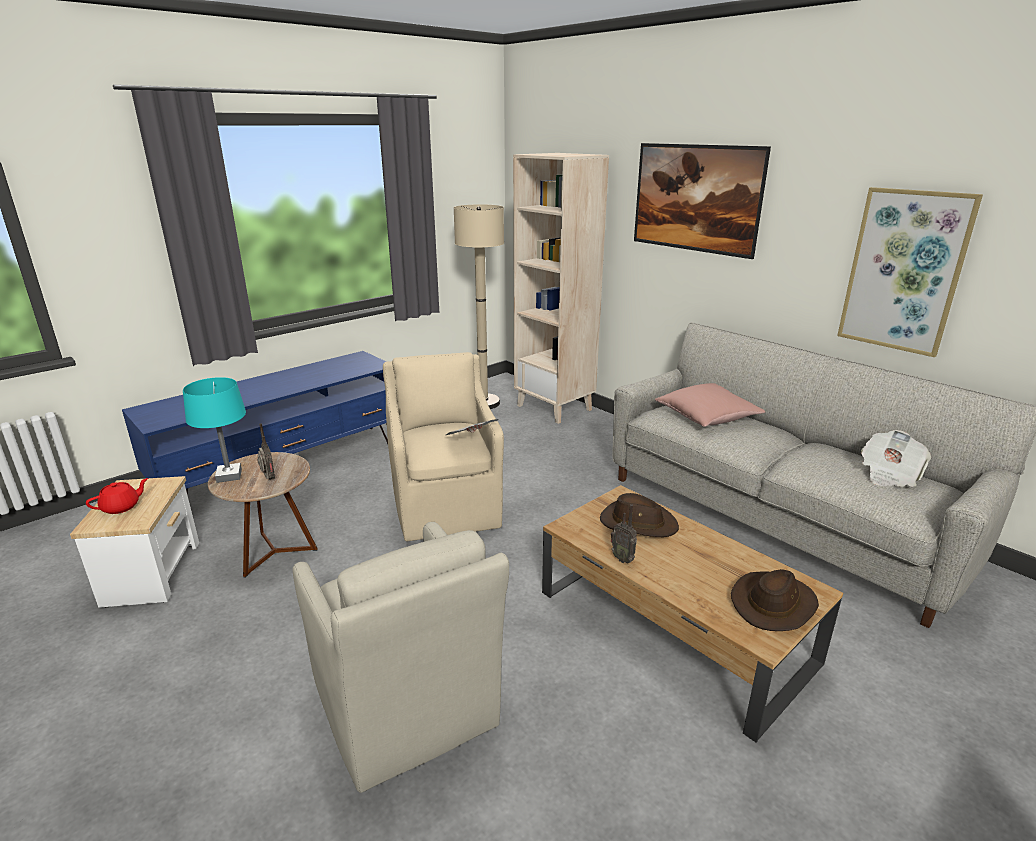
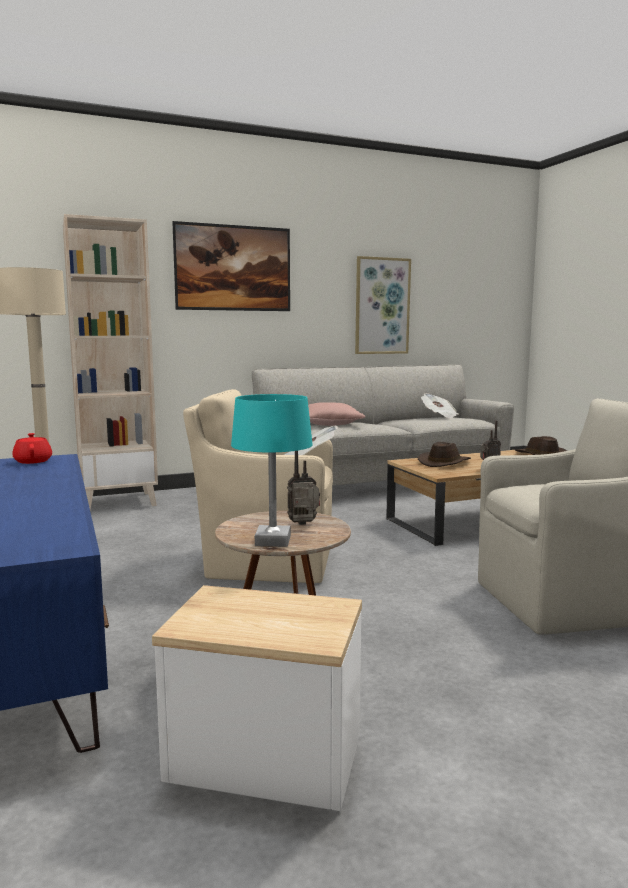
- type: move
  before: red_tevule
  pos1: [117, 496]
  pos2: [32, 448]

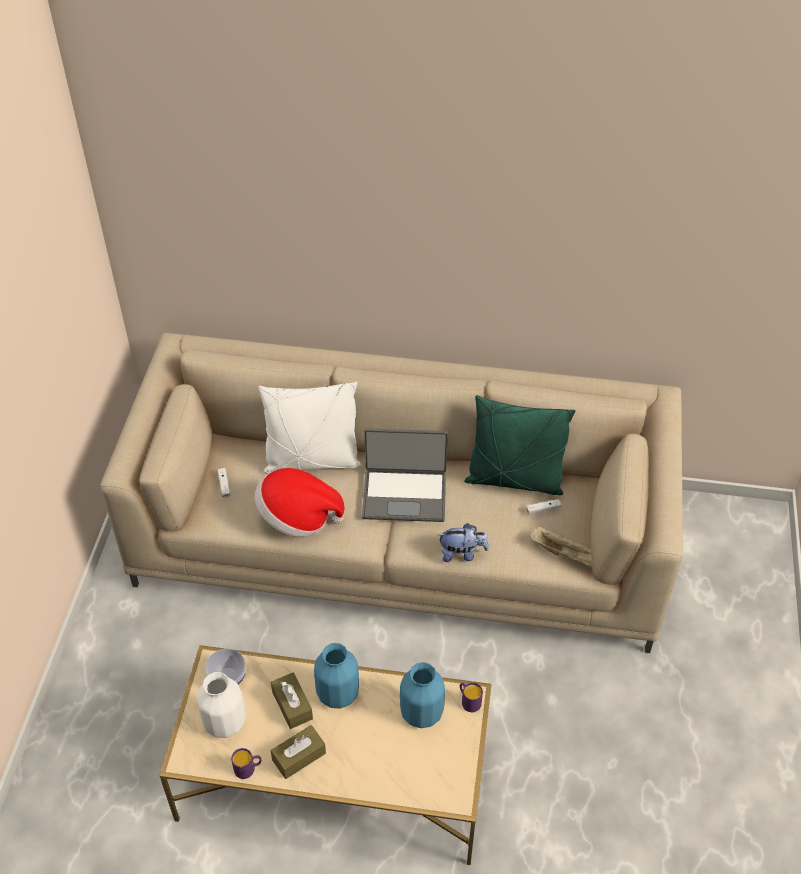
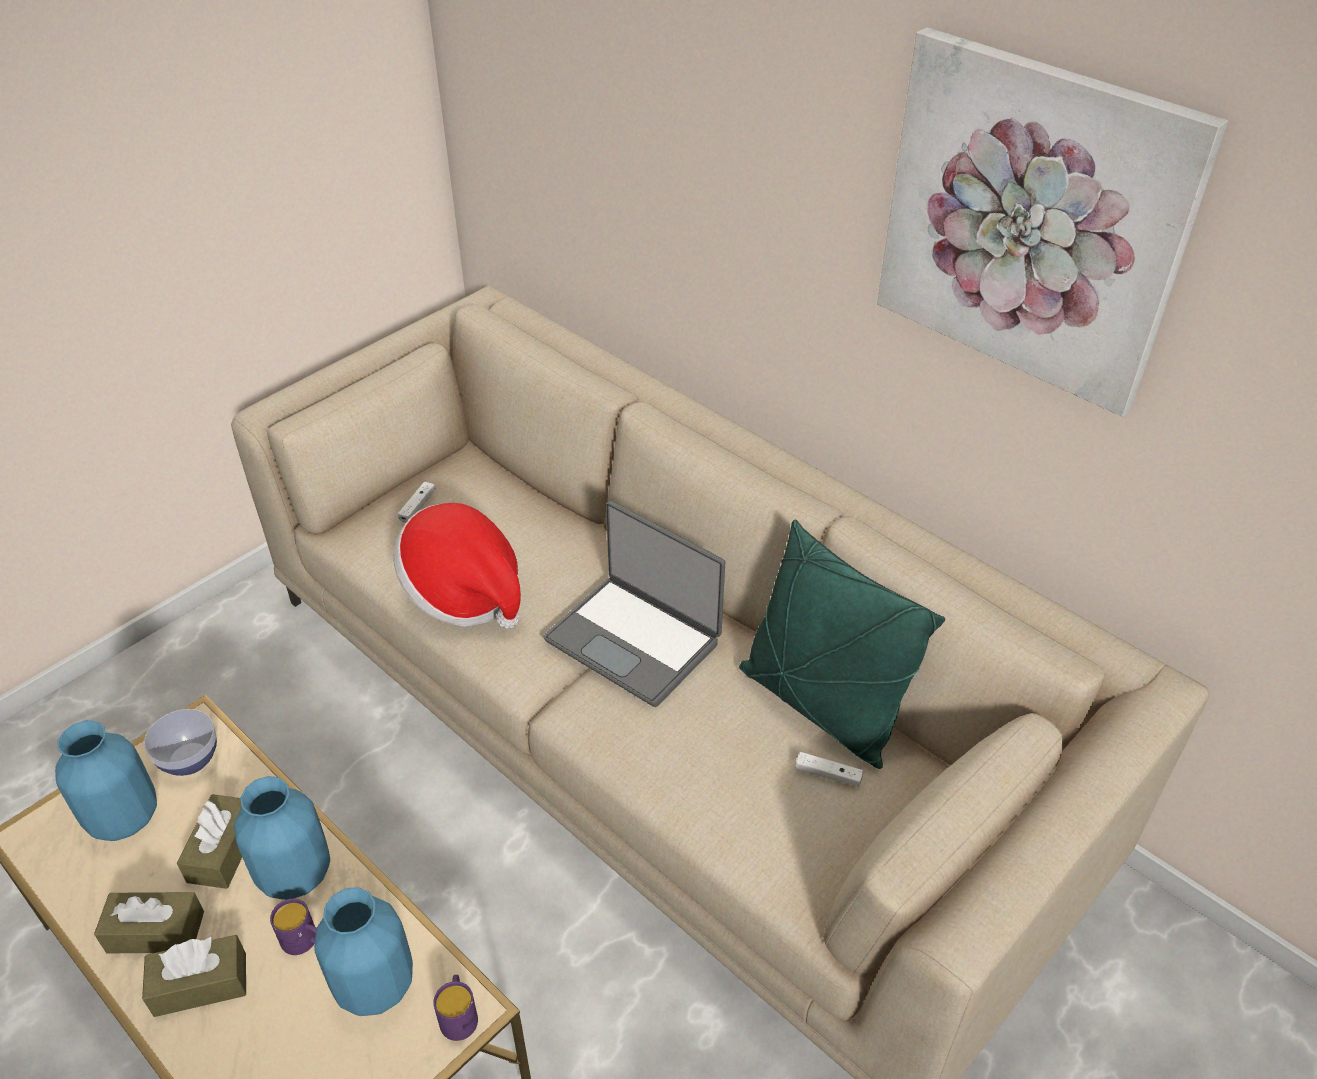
- type: delete
  before: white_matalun
  pos1: [310, 428]
- type: delete
  before: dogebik
  pos1: [463, 542]
- type: delete
  before: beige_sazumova
  pos1: [561, 546]
- type: recolor
  before: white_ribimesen
  after: blue_ribimesen
  pos1: [221, 705]
  pos2: [106, 780]
- type: move
  before: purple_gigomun
  pos1: [246, 763]
  pos2: [293, 927]
- type: insert
  after: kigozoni
  pos2: [1052, 222]
- type: insert
  after: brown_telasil
  pos2: [194, 976]

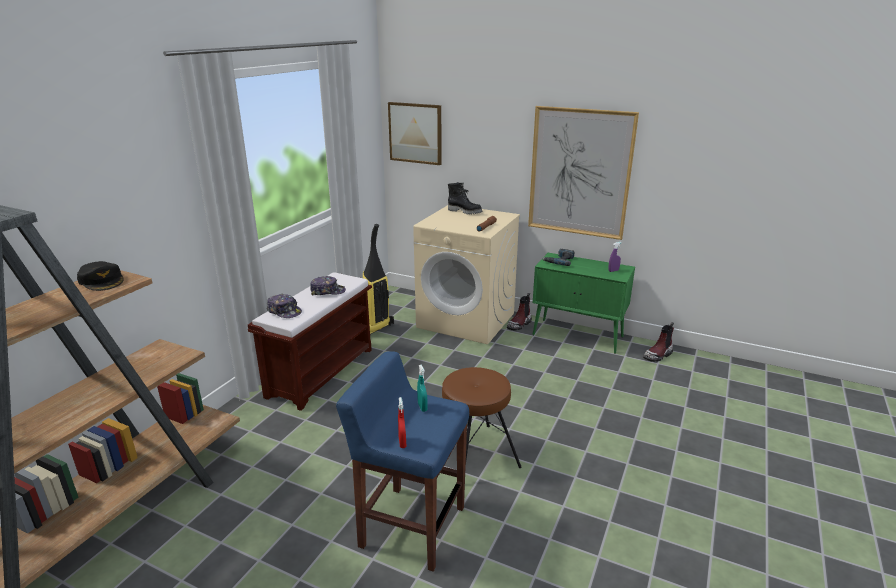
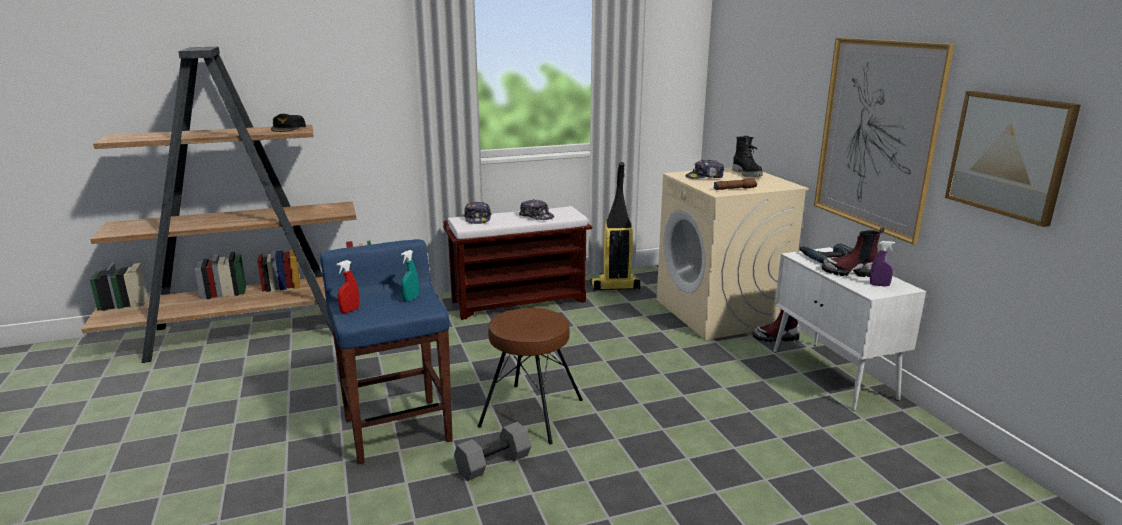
- type: move
  before: kigozoni
  pos1: [415, 133]
  pos2: [1013, 159]
- type: recolor
  before: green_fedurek
  after: white_fedurek
  pos1: [583, 303]
  pos2: [850, 329]
- type: move
  before: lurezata
  pos1: [658, 342]
  pos2: [853, 252]
- type: insert
  after: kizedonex
  pos2: [704, 169]
- type: insert
  after: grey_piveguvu
  pos2: [492, 451]

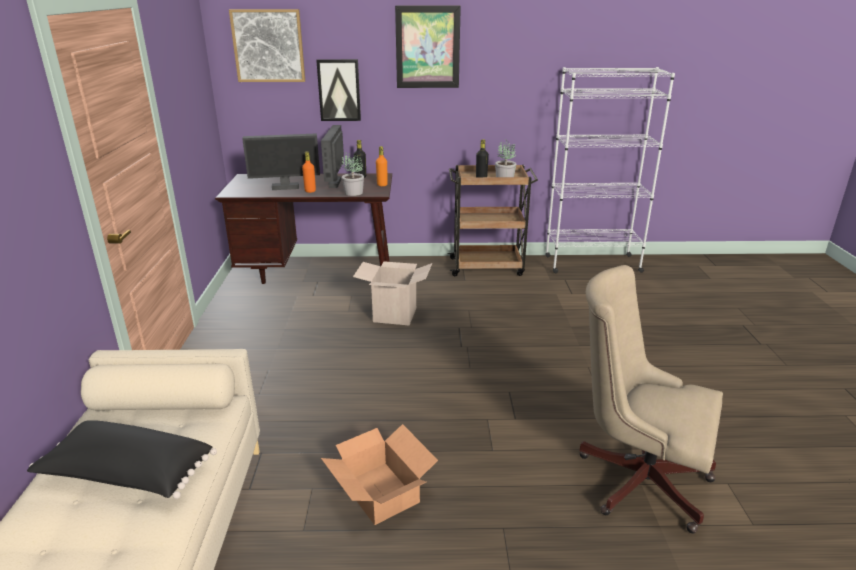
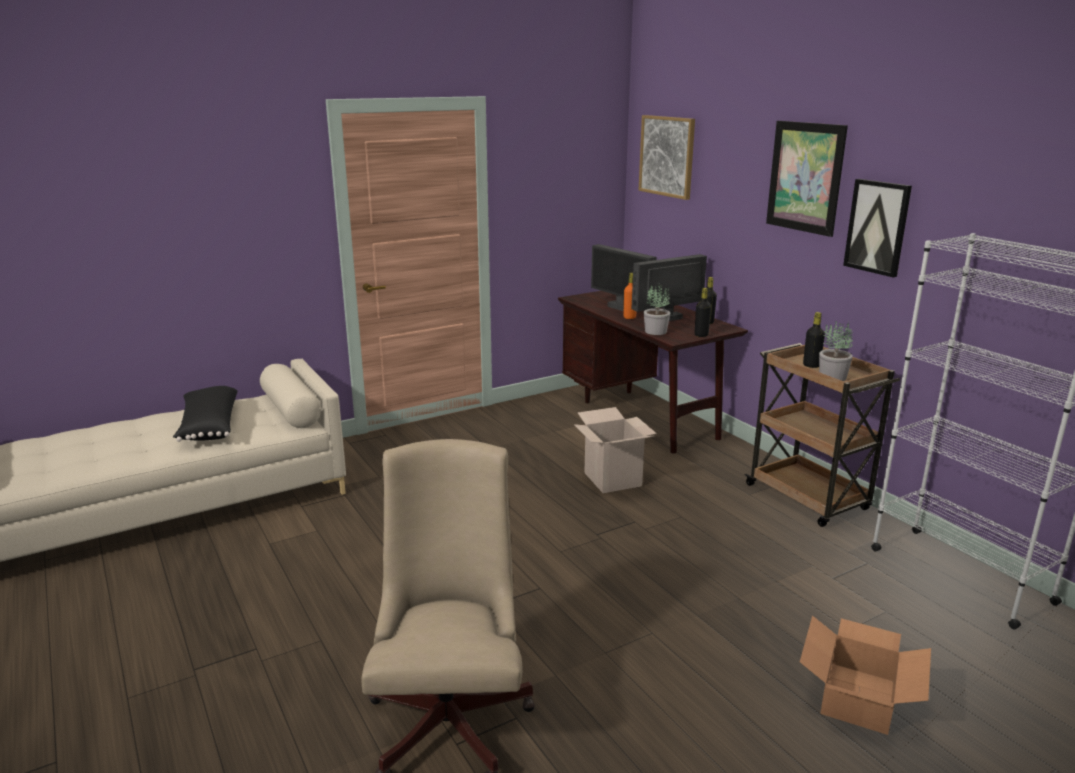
- type: move
  before: kigozoni
  pos1: [338, 90]
  pos2: [877, 228]
- type: recolor
  before: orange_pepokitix
  after: black_pepokitix
  pos1: [382, 166]
  pos2: [703, 312]
- type: move
  before: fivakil
  pos1: [379, 474]
  pos2: [865, 675]

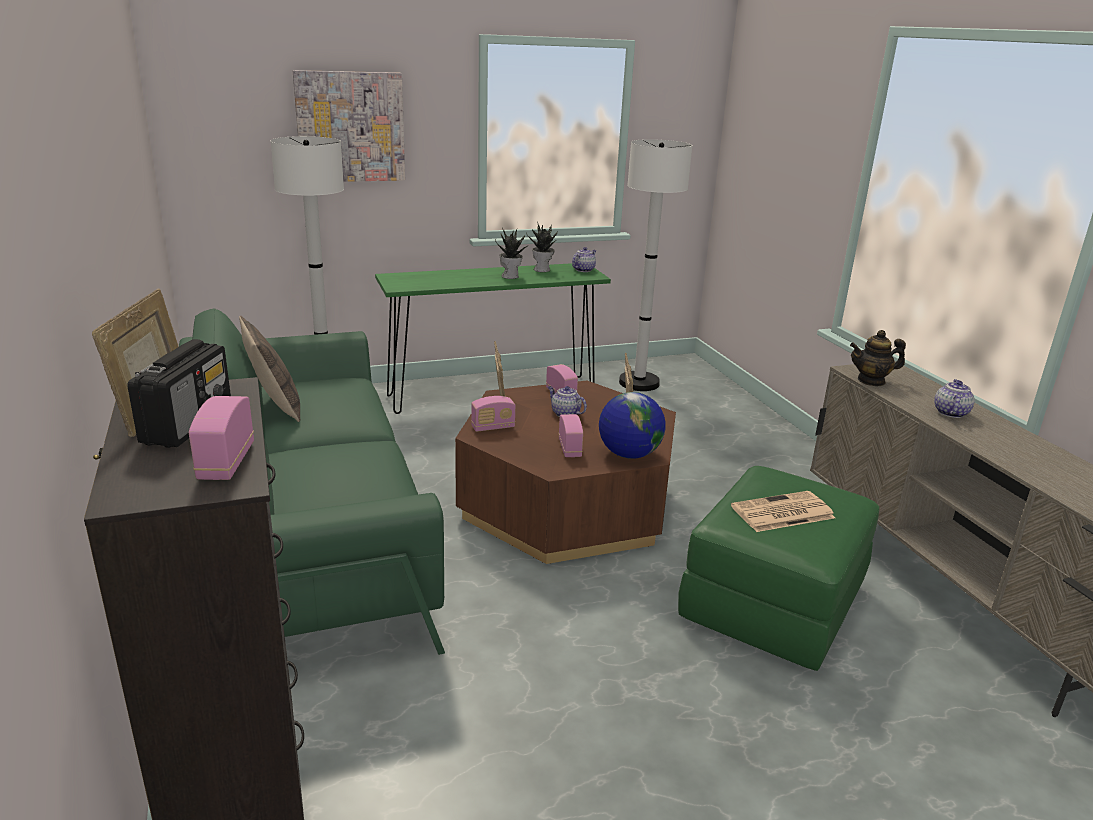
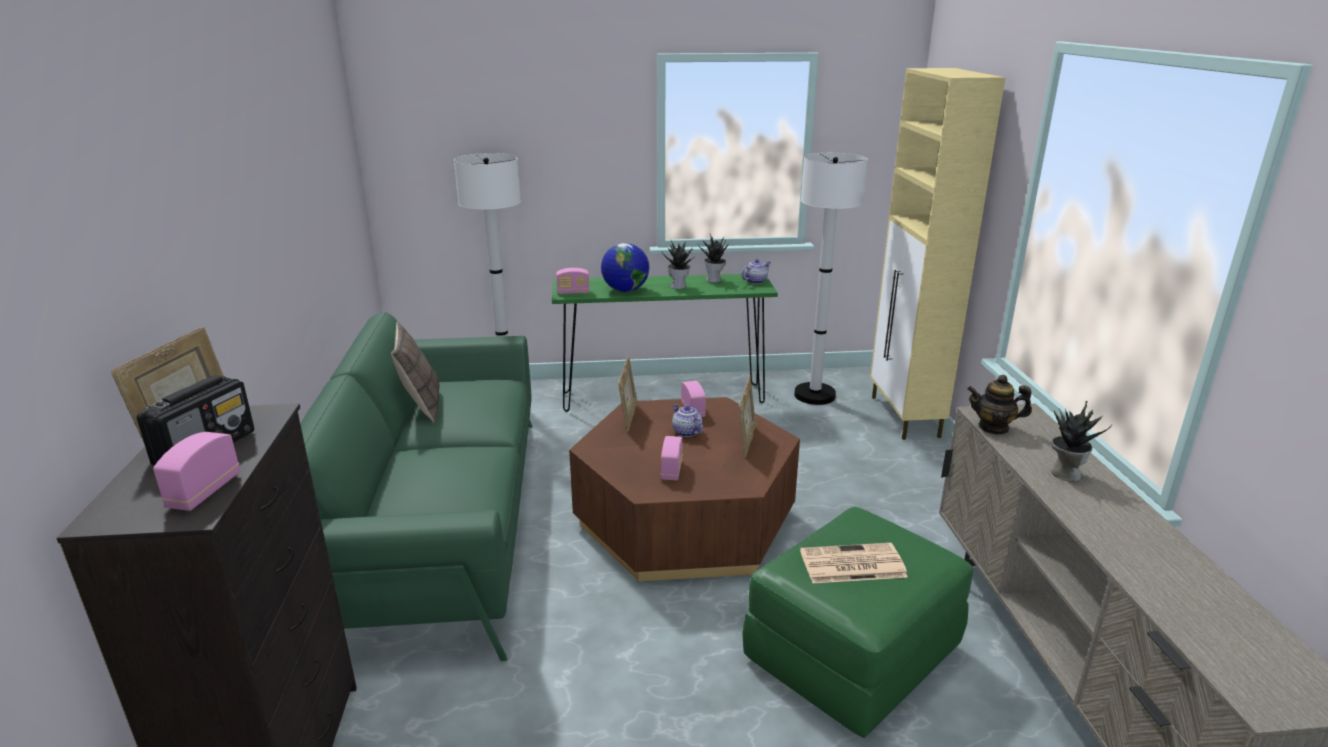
- type: delete
  before: kigozoni
  pos1: [349, 126]
- type: replace
  before: tevule
  after: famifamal
  pos1: [954, 398]
  pos2: [1081, 441]
- type: move
  before: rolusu
  pos1: [632, 425]
  pos2: [625, 267]
- type: move
  before: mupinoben
  pos1: [493, 414]
  pos2: [573, 281]
- type: insert
  after: beige_fedurek
  pos2: [938, 254]

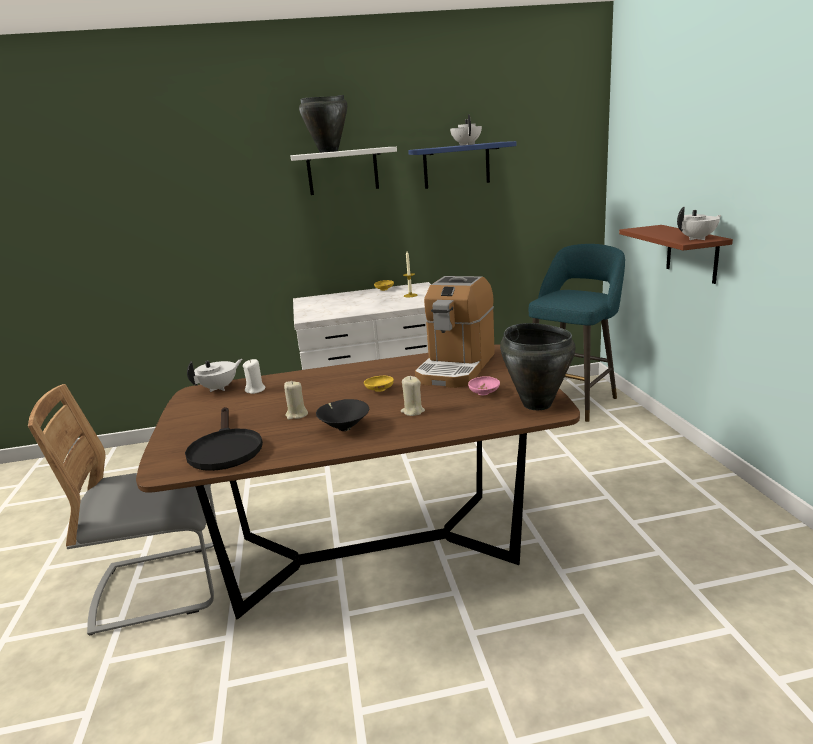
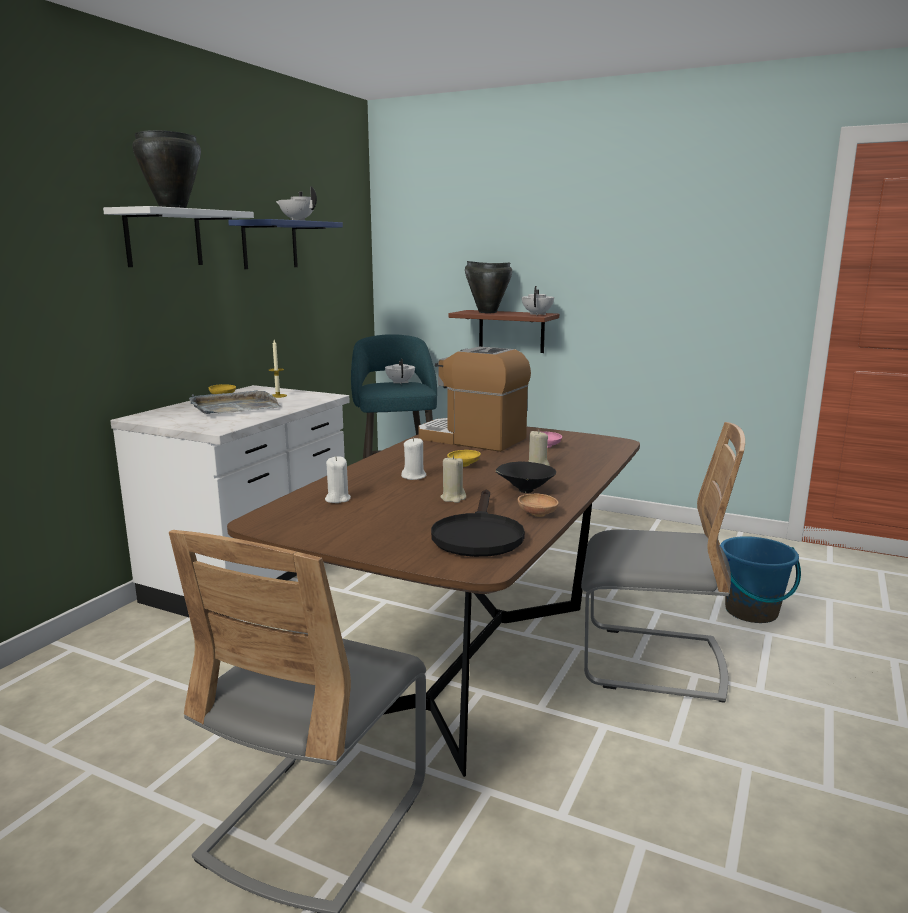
- type: rotate
  before: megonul
  pos1: [455, 332]
  pos2: [474, 399]
  turn: 150
- type: move
  before: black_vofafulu
  pos1: [538, 366]
  pos2: [488, 287]
- type: move
  before: white_tevule
  pos1: [214, 375]
  pos2: [400, 371]
- type: rotate
  before: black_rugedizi
  pos1: [224, 439]
  pos2: [478, 523]
  turn: 75
- type: insert
  after: grey_sazumova
  pos2: [235, 402]
- type: insert
  after: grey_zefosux
  pos2: [663, 562]
- type: insert
  after: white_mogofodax
  pos2: [413, 458]
- type: insert
  after: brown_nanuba
  pos2: [538, 505]
- type: insert
  after: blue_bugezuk
  pos2: [760, 579]

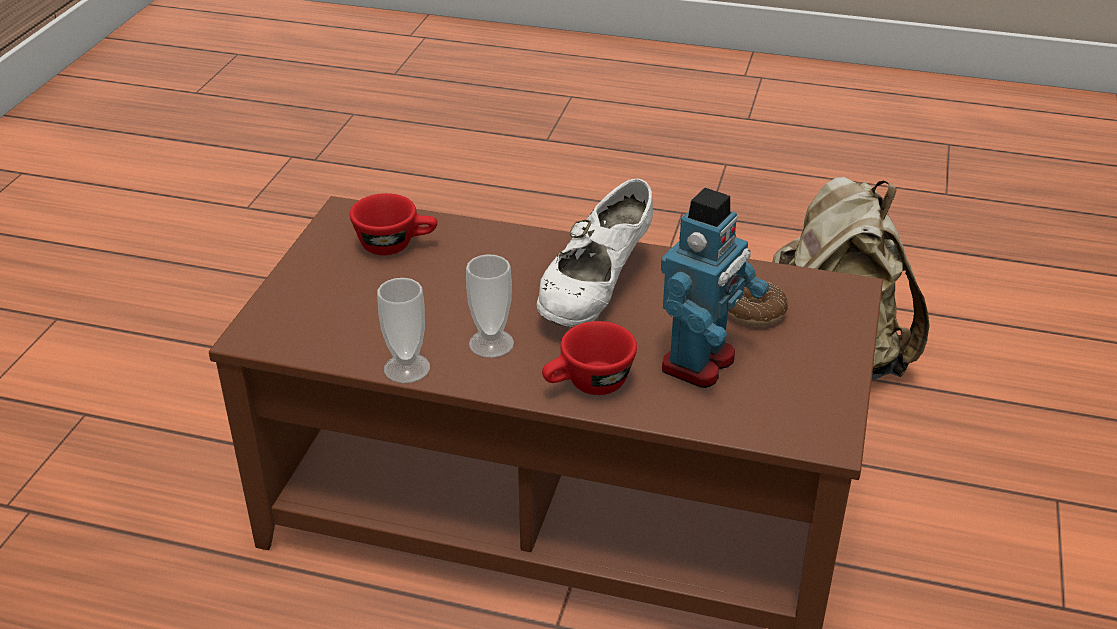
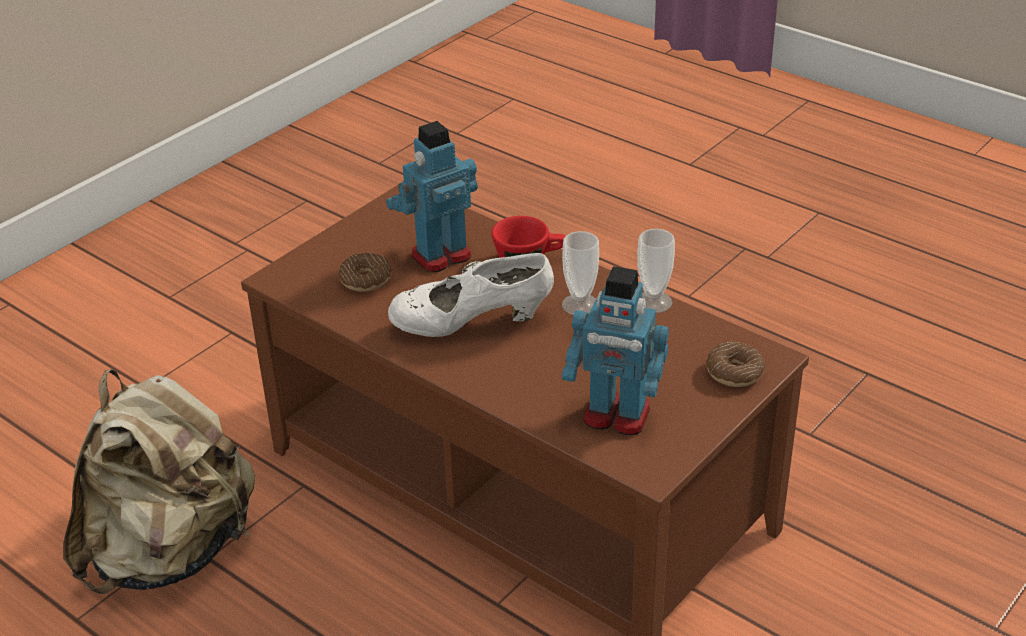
- type: rotate
  before: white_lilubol
  pos1: [594, 252]
  pos2: [471, 295]
  turn: -150
- type: replace
  before: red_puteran
  after: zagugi
  pos1: [393, 224]
  pos2: [615, 350]
- type: insert
  after: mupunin
  pos2: [735, 364]

